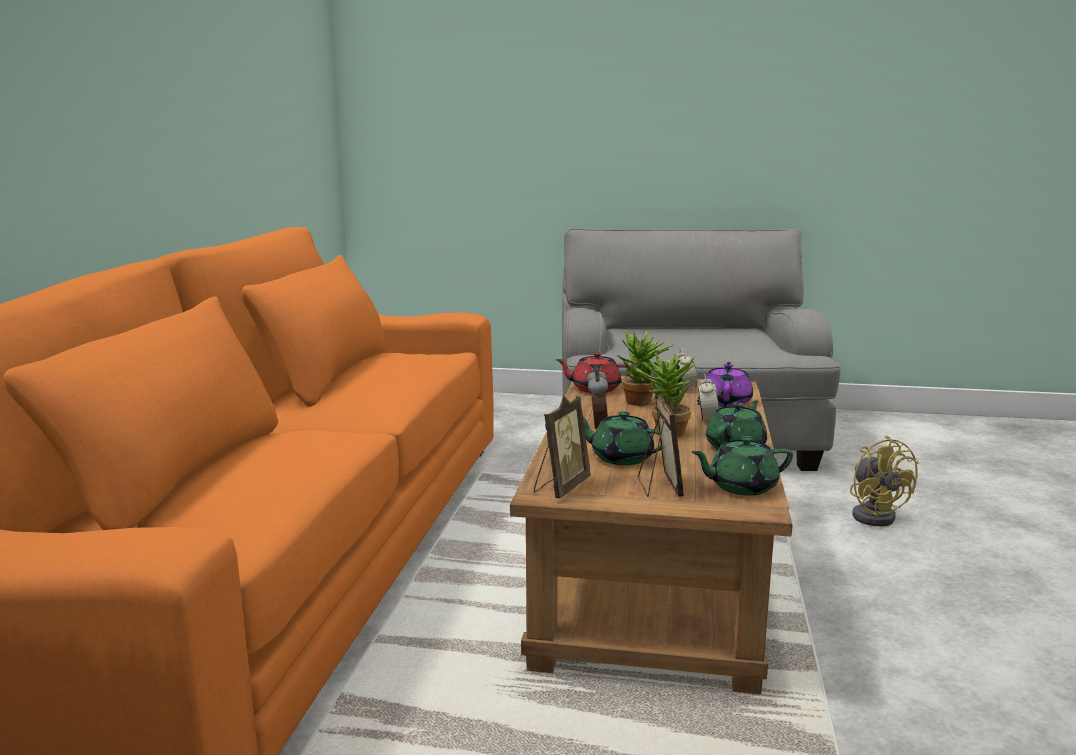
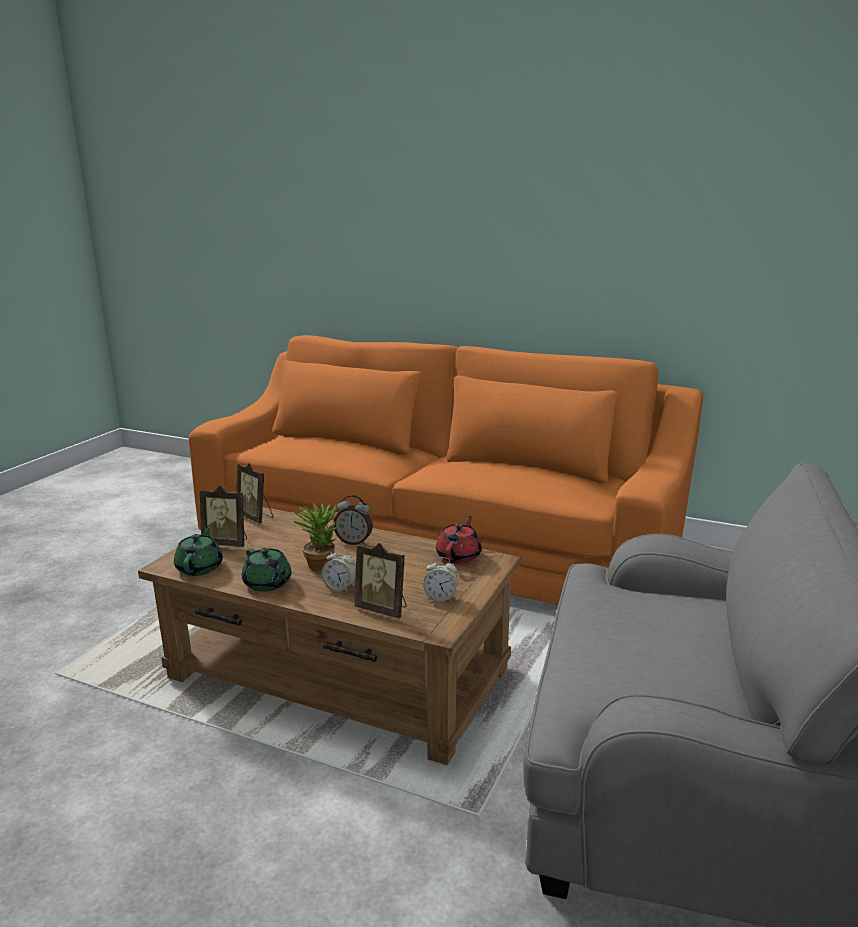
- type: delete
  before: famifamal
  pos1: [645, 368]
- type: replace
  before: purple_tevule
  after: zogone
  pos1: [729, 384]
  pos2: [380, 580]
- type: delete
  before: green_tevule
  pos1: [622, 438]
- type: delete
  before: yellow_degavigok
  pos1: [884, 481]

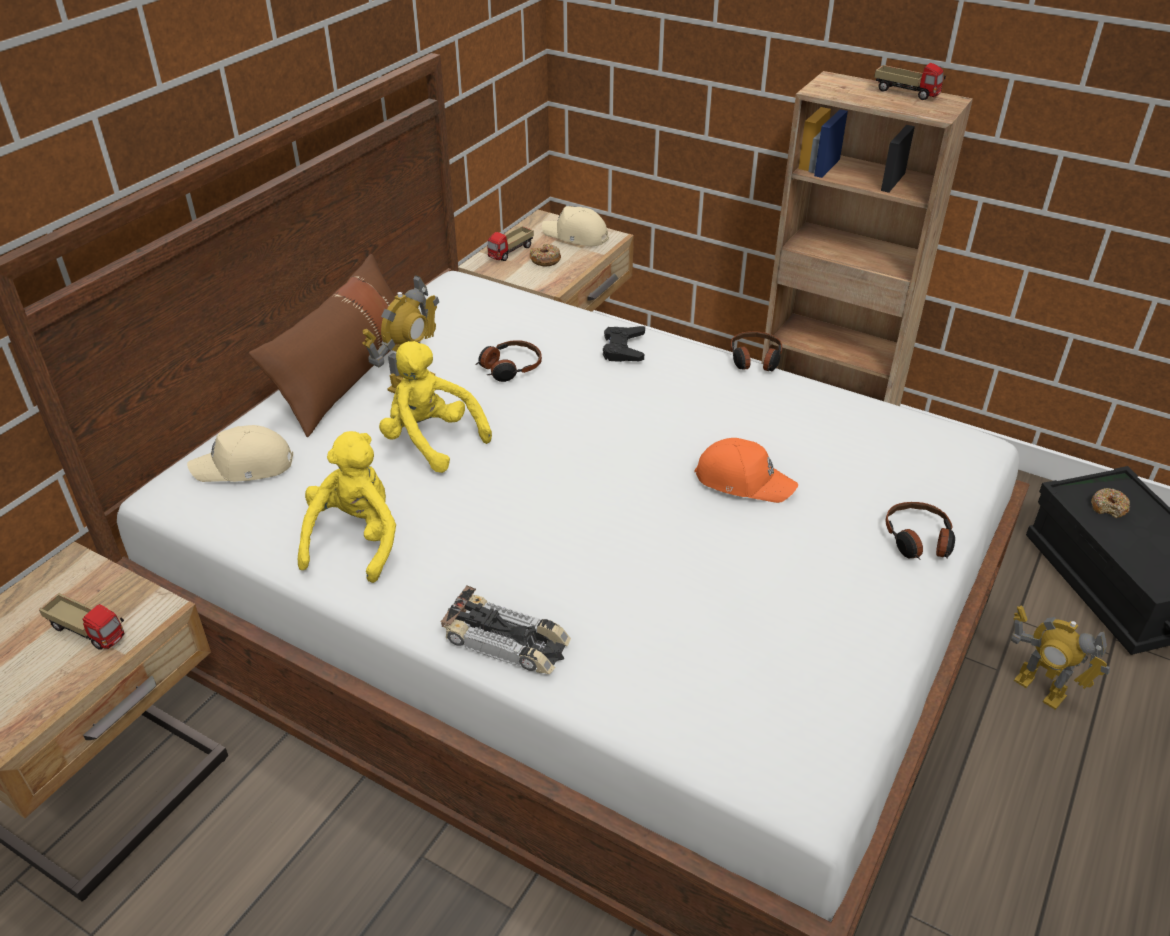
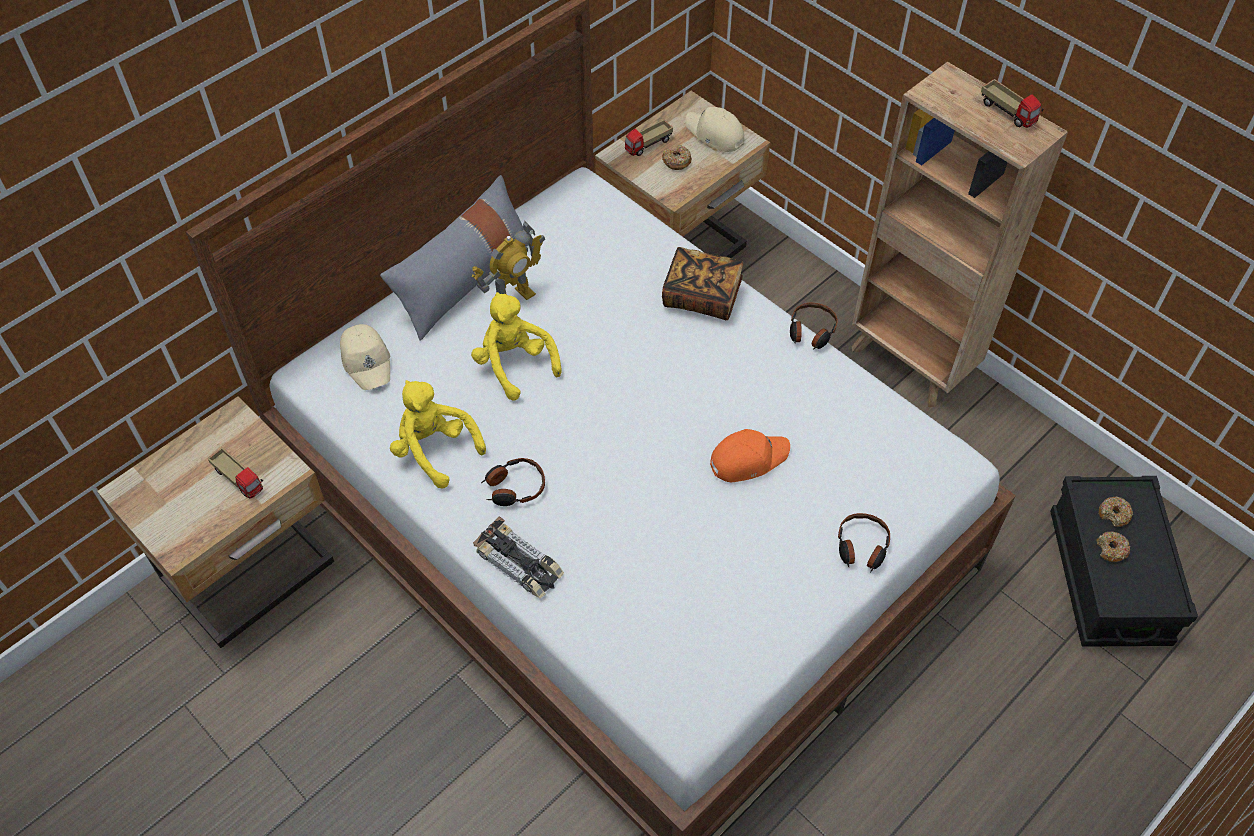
- type: recolor
  before: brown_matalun
  after: grey_matalun
  pos1: [323, 345]
  pos2: [454, 258]
- type: replace
  before: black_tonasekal
  after: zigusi
  pos1: [624, 344]
  pos2: [702, 283]
- type: move
  before: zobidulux
  pos1: [508, 361]
  pos2: [513, 482]
- type: rotate
  before: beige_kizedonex
  pos1: [240, 453]
  pos2: [365, 357]
  turn: -120
- type: rotate
  before: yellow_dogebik
  pos1: [347, 507]
  pos2: [438, 434]
  turn: -75
- type: rotate
  before: orange_kizedonex
  pos1: [746, 470]
  pos2: [750, 455]
  turn: -60
- type: delete
  before: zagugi
  pos1: [1060, 657]
- type: insert
  after: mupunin
  pos2: [1113, 546]

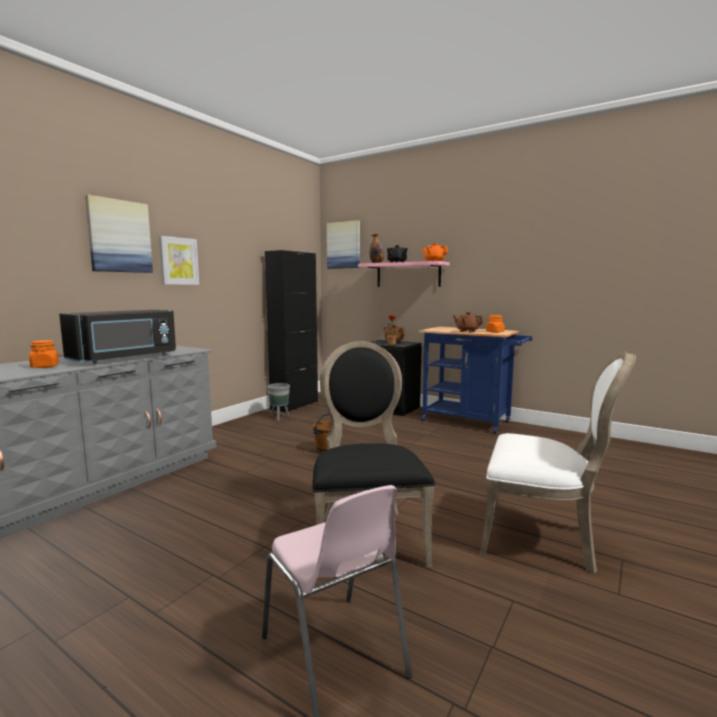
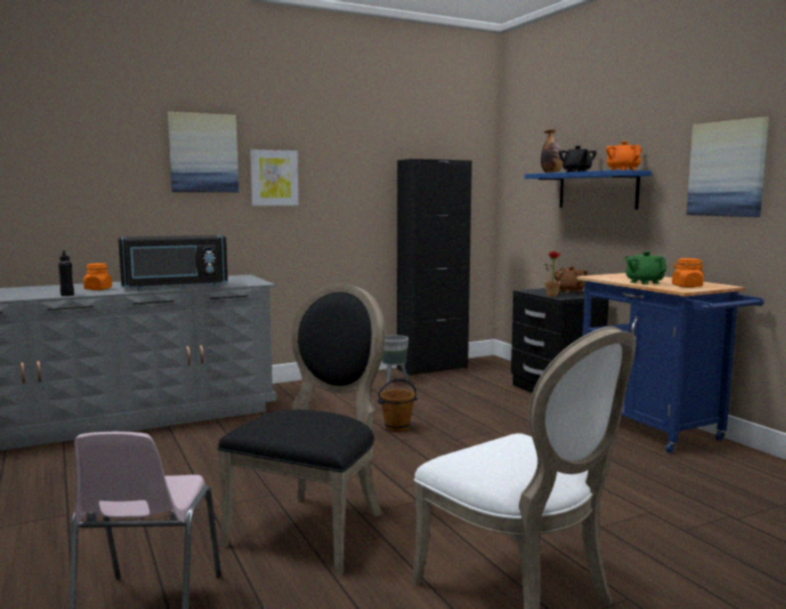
- type: move
  before: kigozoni
  pos1: [343, 244]
  pos2: [727, 167]
- type: recolor
  before: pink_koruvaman
  after: blue_koruvaman
  pos1: [404, 274]
  pos2: [588, 189]
- type: recolor
  before: brown_tevule
  after: green_tevule
  pos1: [468, 322]
  pos2: [646, 268]
- type: insert
  after: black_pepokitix
  pos2: [66, 273]

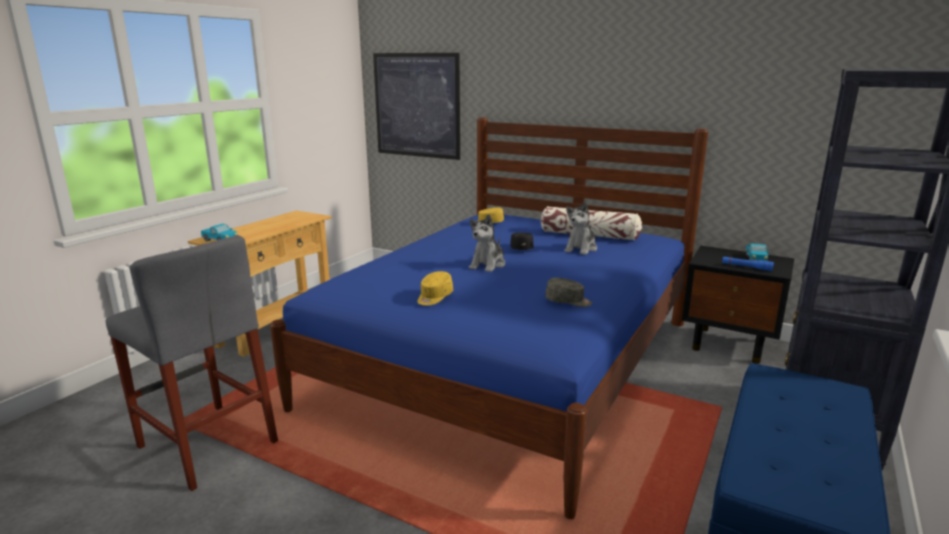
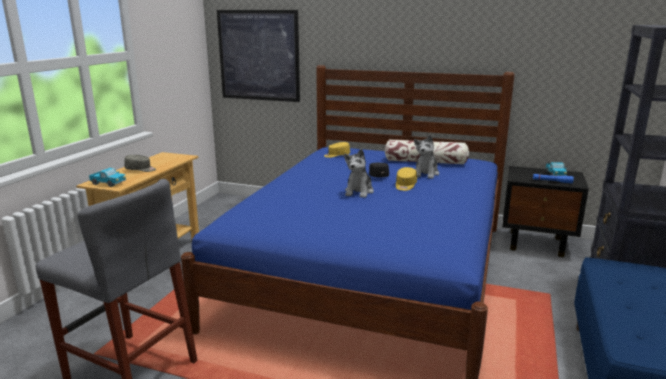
- type: move
  before: yellow_kizedonex
  pos1: [435, 288]
  pos2: [406, 179]
- type: move
  before: grey_kizedonex
  pos1: [568, 292]
  pos2: [140, 163]

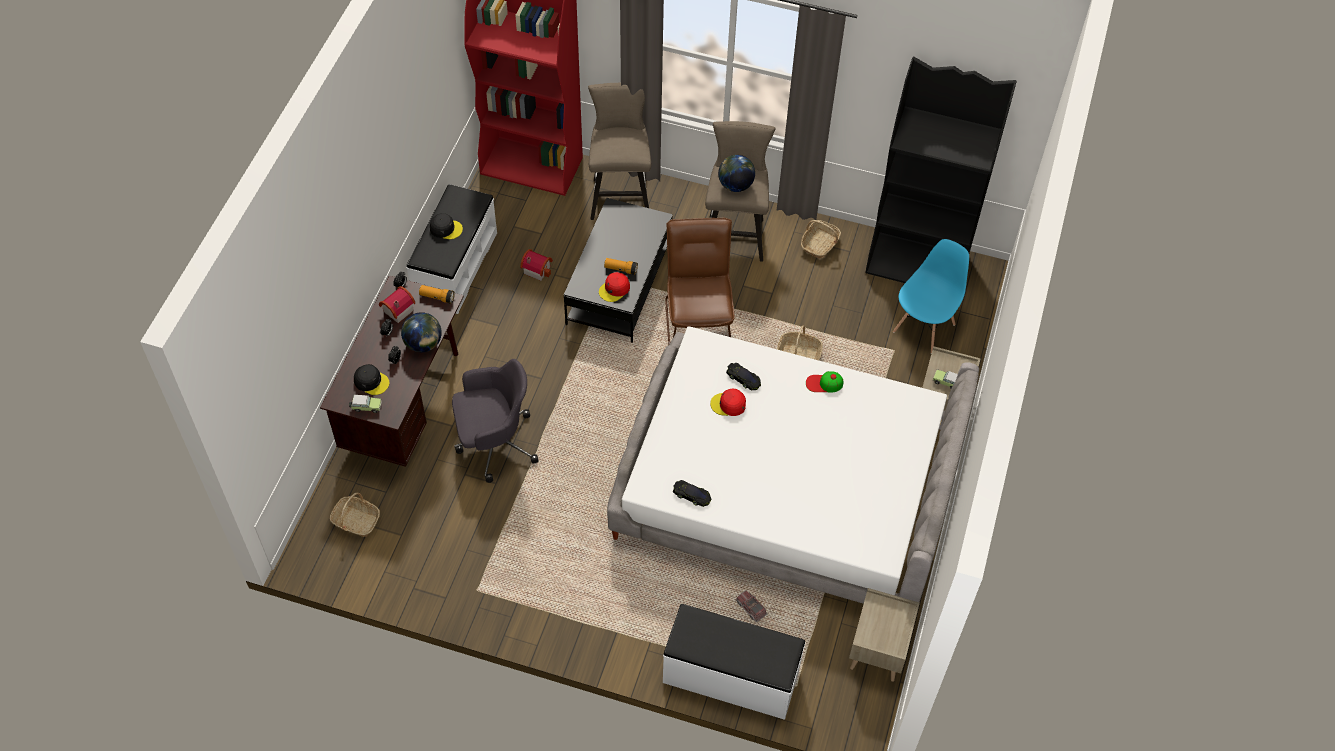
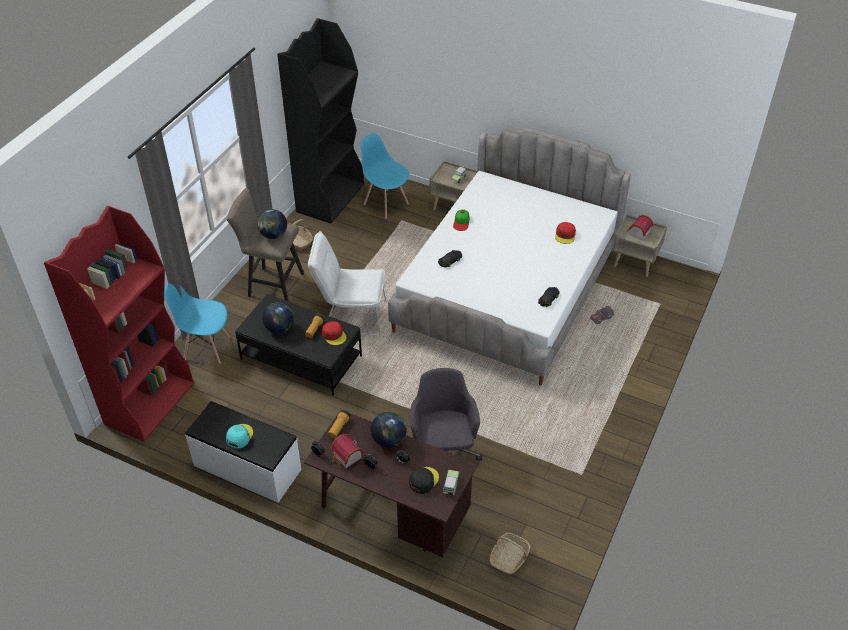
- type: replace
  before: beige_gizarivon
  after: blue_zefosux
  pos1: [619, 151]
  pos2: [197, 323]
- type: recolor
  before: black_kizedonex
  after: turquoise_kizedonex
  pos1: [446, 226]
  pos2: [239, 436]
- type: recolor
  before: brown_zefosux
  after: white_zefosux
  pos1: [699, 281]
  pos2: [347, 283]
- type: move
  before: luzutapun
  pos1: [536, 265]
  pos2: [640, 228]
- type: delete
  before: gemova
  pos1: [800, 342]
- type: move
  before: red_kizedonex
  pos1: [728, 402]
  pos2: [565, 233]
- type: delete
  before: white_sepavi
  pos1: [734, 662]
- type: insert
  after: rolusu
  pos2: [278, 318]

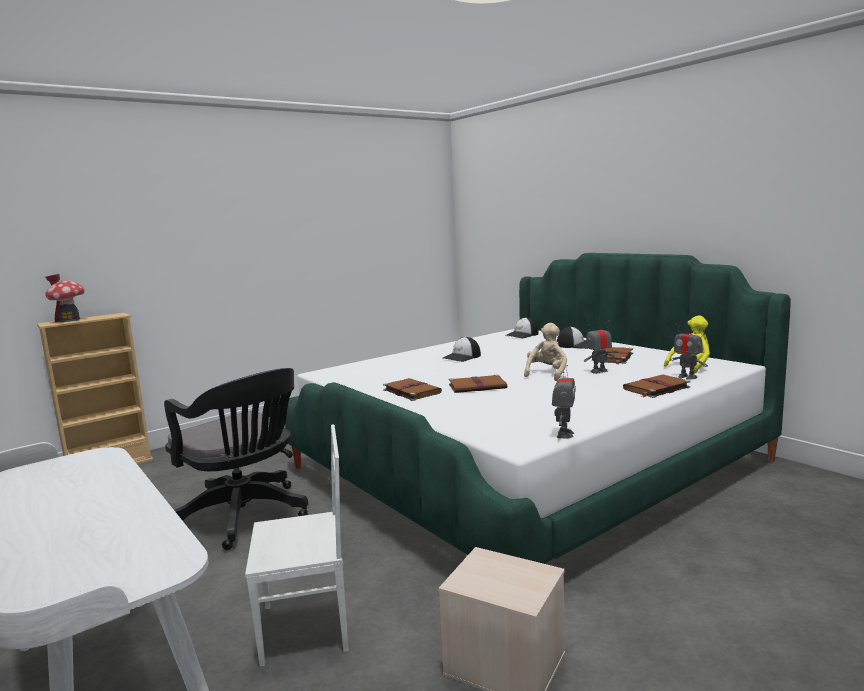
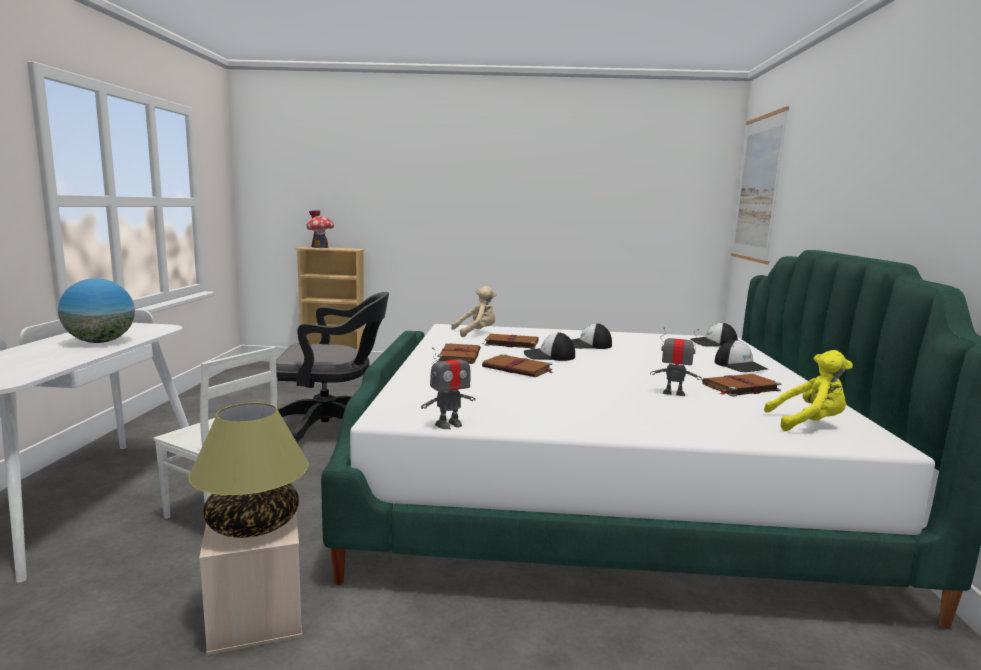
- type: move
  before: beige_dogebik
  pos1: [545, 352]
  pos2: [474, 311]
- type: delete
  before: zagugi
  pos1: [689, 351]
- type: rotate
  before: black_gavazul
  pos1: [236, 459]
  pos2: [332, 367]
  turn: -90
- type: move
  before: brown_zigusi
  pos1: [656, 386]
  pos2: [510, 341]
- type: insert
  after: kigozoni
  pos2: [760, 185]
- type: insert
  after: rolusu
  pos2: [96, 310]
- type: insert
  after: kizedonex
  pos2: [549, 346]
- type: insert
  after: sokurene
  pos2: [249, 470]

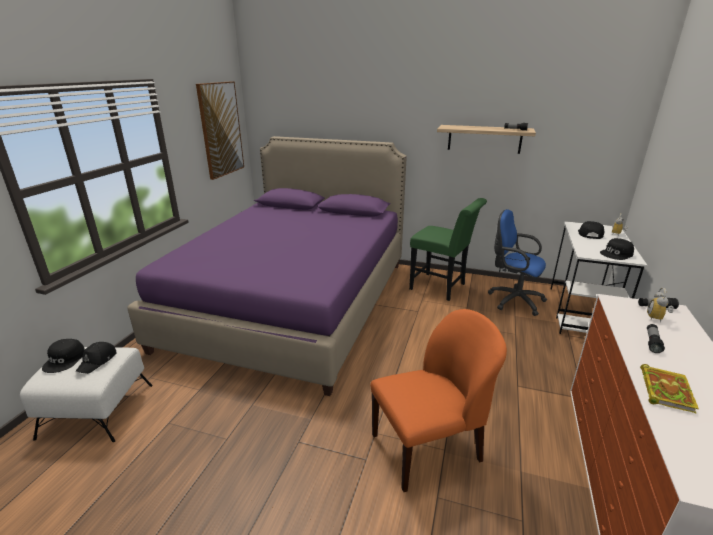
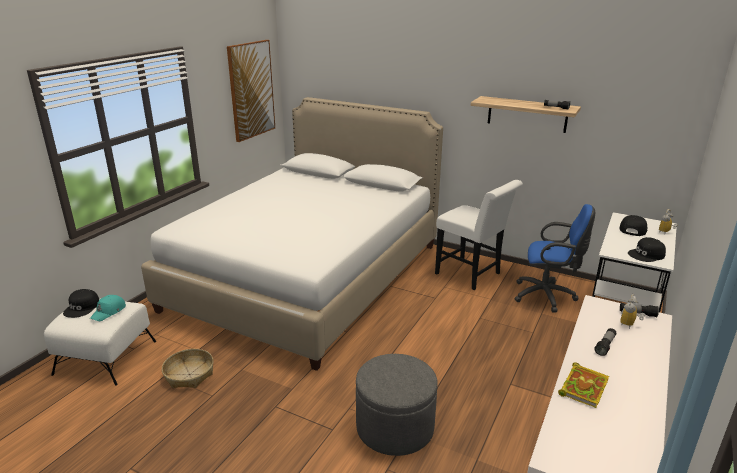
- type: recolor
  before: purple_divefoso
  after: white_divefoso
  pos1: [267, 266]
  pos2: [292, 234]
- type: recolor
  before: green_zefosux
  after: white_zefosux
  pos1: [448, 249]
  pos2: [479, 235]
- type: rotate
  before: blue_gavazul
  pos1: [517, 262]
  pos2: [554, 258]
  turn: 150
- type: replace
  before: orange_zefosux
  after: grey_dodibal
  pos1: [438, 400]
  pos2: [397, 405]
- type: recolor
  before: black_kizedonex
  after: turquoise_kizedonex
  pos1: [96, 358]
  pos2: [108, 308]
- type: insert
  after: gemova
  pos2: [188, 368]

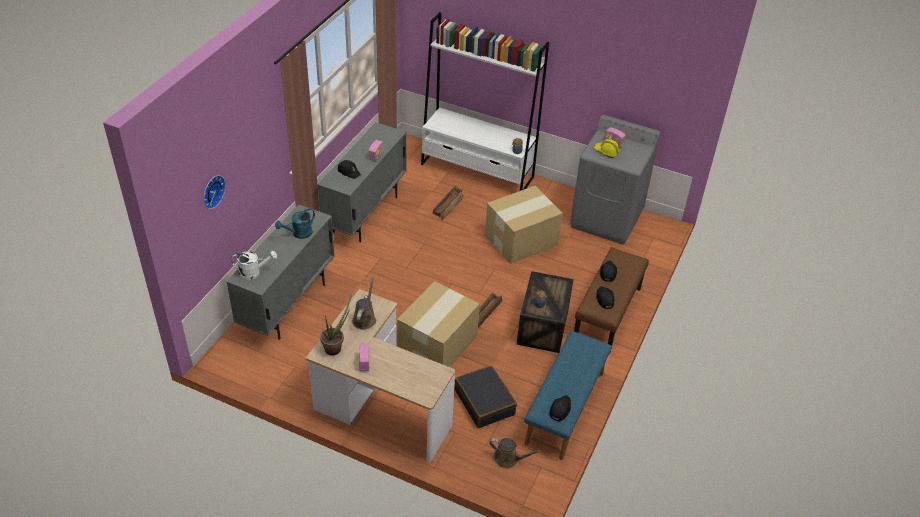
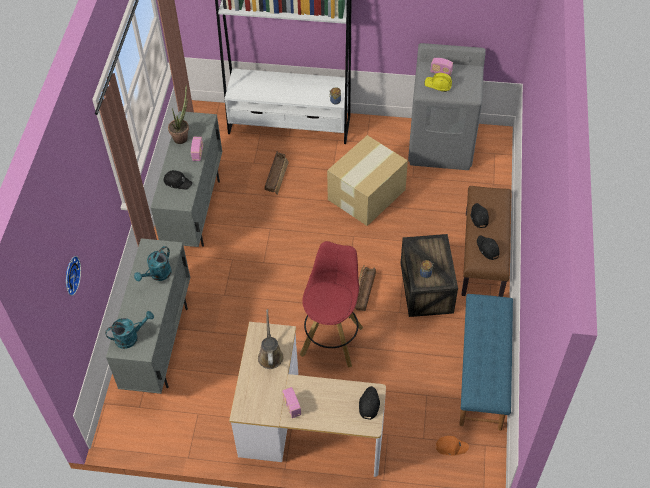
- type: recolor
  before: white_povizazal
  after: turquoise_povizazal
  pos1: [254, 265]
  pos2: [129, 330]
- type: replace
  before: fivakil
  after: red_gizarivon
  pos1: [438, 324]
  pos2: [331, 304]
- type: move
  before: famifamal
  pos1: [336, 325]
  pos2: [178, 114]
- type: delete
  before: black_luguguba
  pos1: [486, 396]
- type: move
  before: black_kizedonex
  pos1: [560, 408]
  pos2: [369, 403]
- type: replace
  before: brown_povizazal
  after: orange_kizedonex
  pos1: [515, 453]
  pos2: [452, 446]

